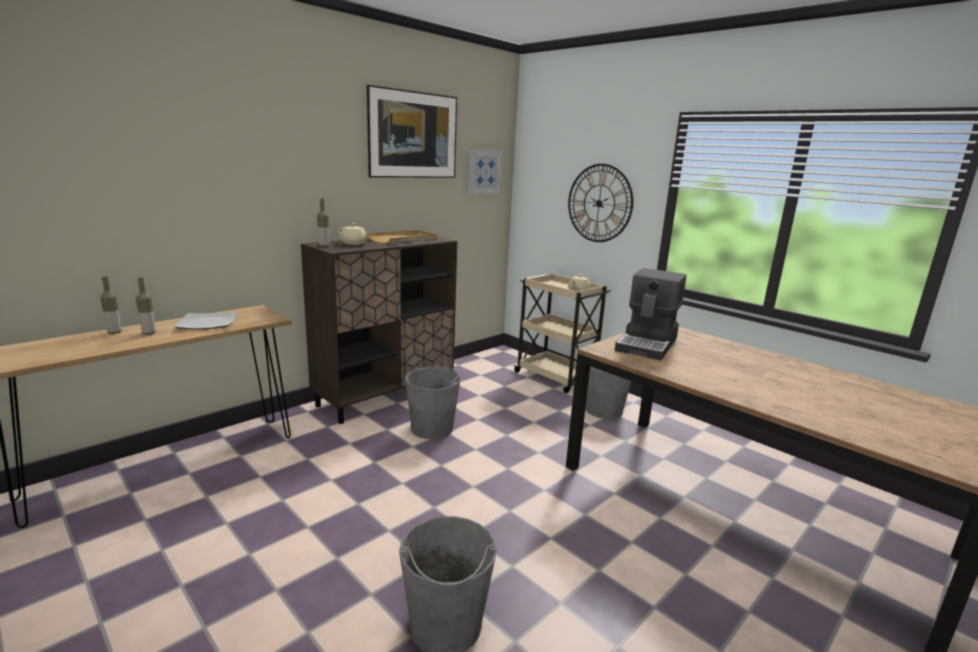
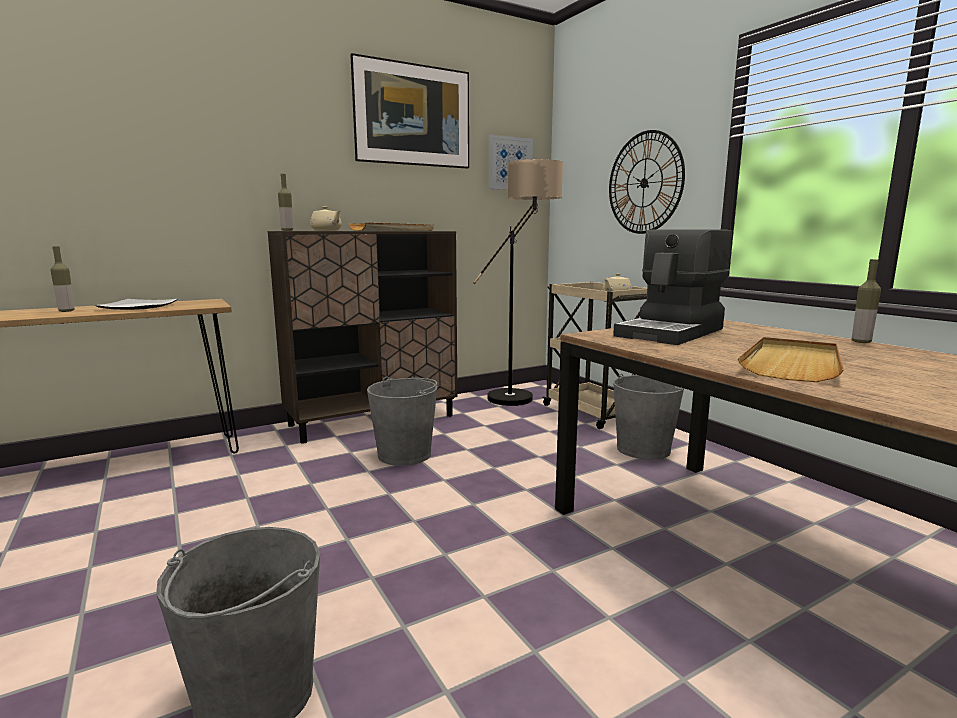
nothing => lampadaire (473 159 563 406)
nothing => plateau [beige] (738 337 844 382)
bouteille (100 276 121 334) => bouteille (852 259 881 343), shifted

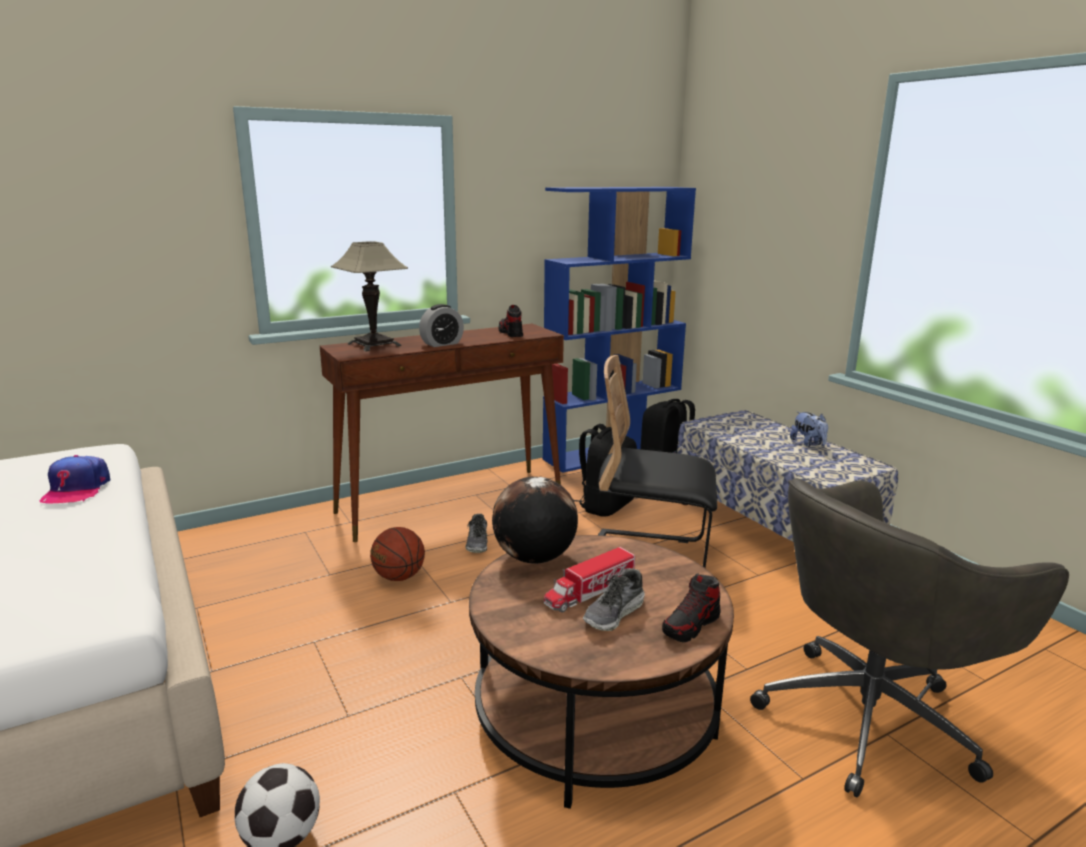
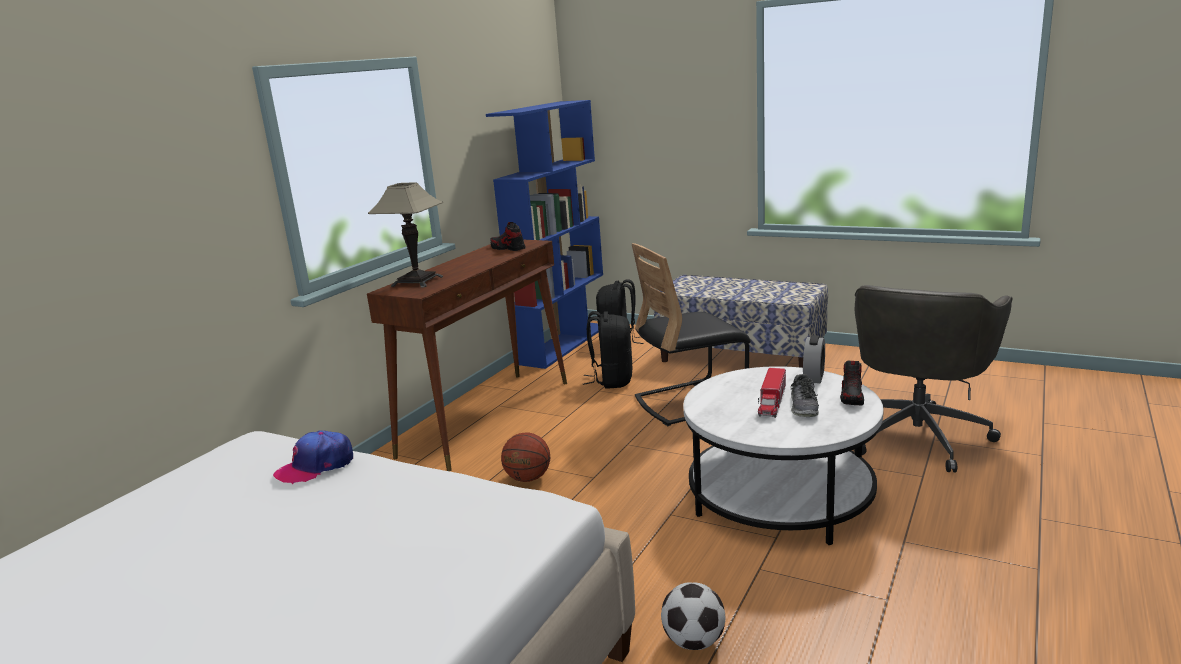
chaussure (465 514 488 553) => nothing
globe (492 477 578 564) => nothing
peluche (790 412 828 447) => nothing
réveil (419 304 464 347) => réveil (803 335 825 383), shifted
table basse [marron] (469 535 734 809) => table basse [blanc] (683 366 884 545)
casquette (40 455 111 504) => casquette (273 430 353 485), 90 degrees clockwise

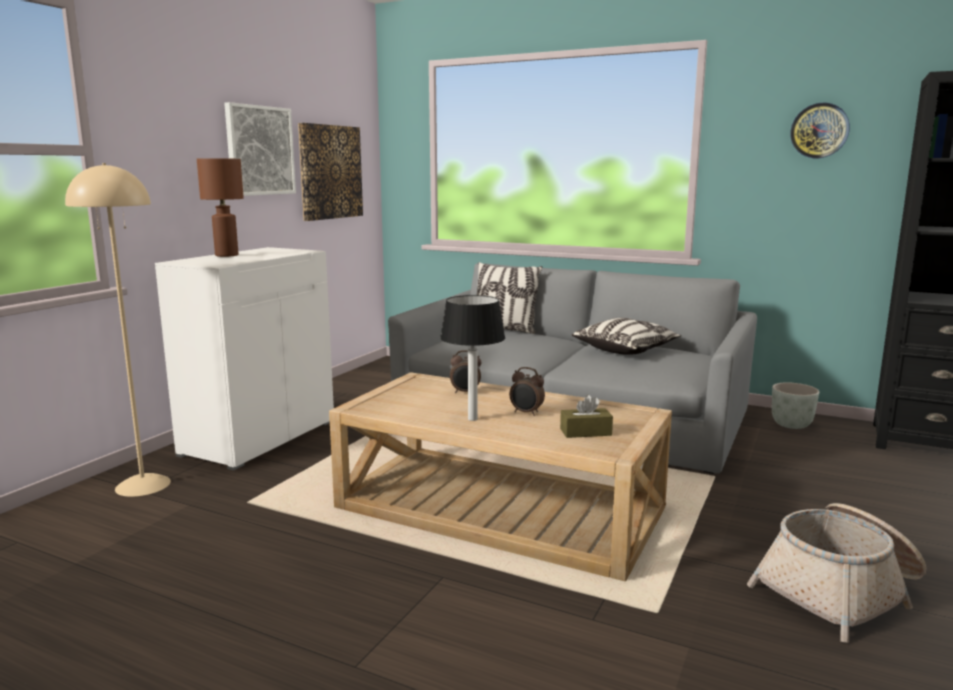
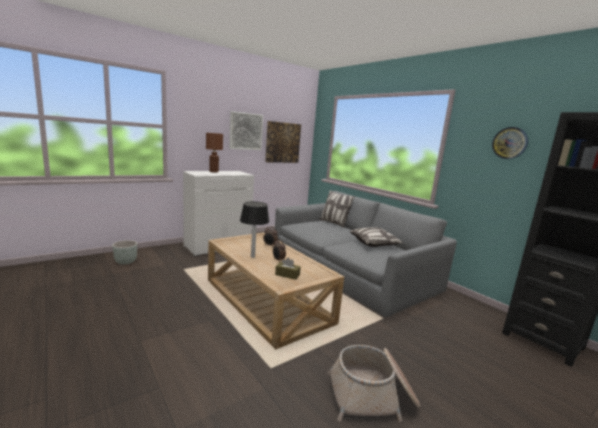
lampadaire [beige] (65 163 171 497) => nothing
cache-pot [gris] (772 382 819 429) => cache-pot [gris] (112 240 137 264), shifted

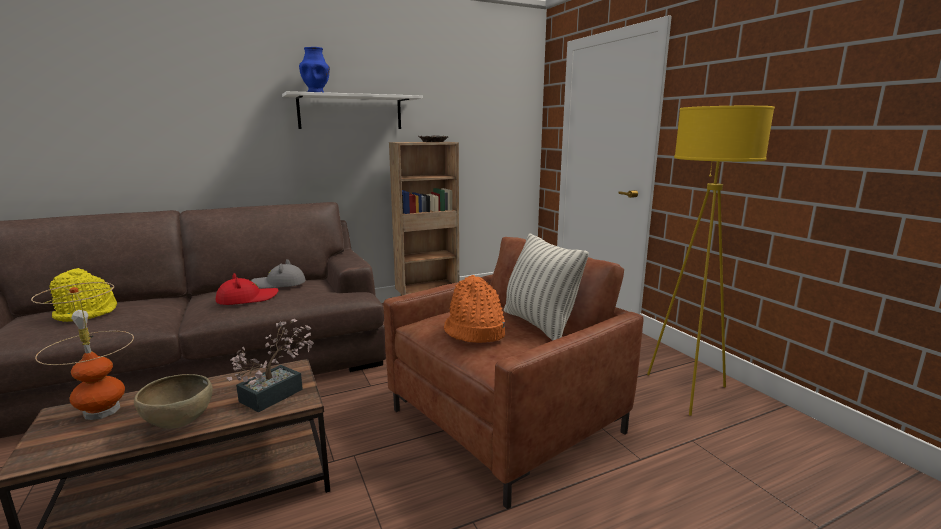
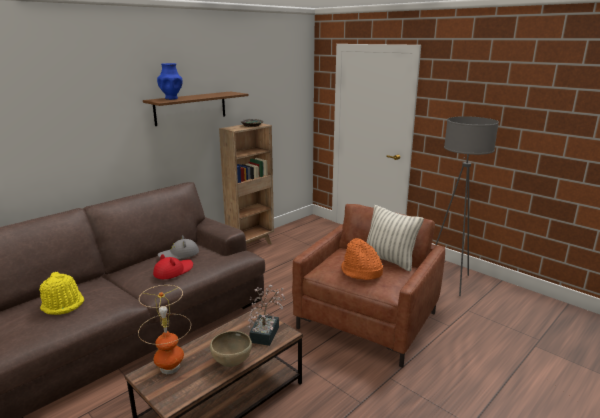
étagère [blanc] (282 91 423 129) => étagère [marron] (143 91 249 126)
lampadaire [jaune] (647 106 775 416) => lampadaire [gris] (435 116 499 296)

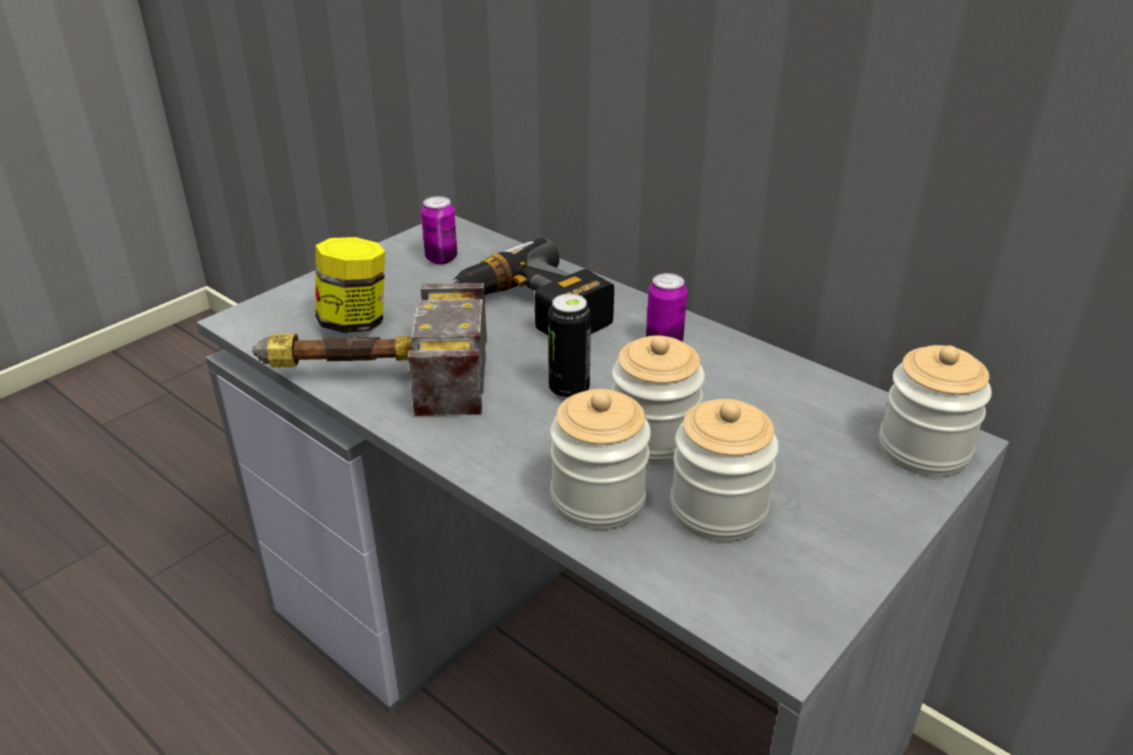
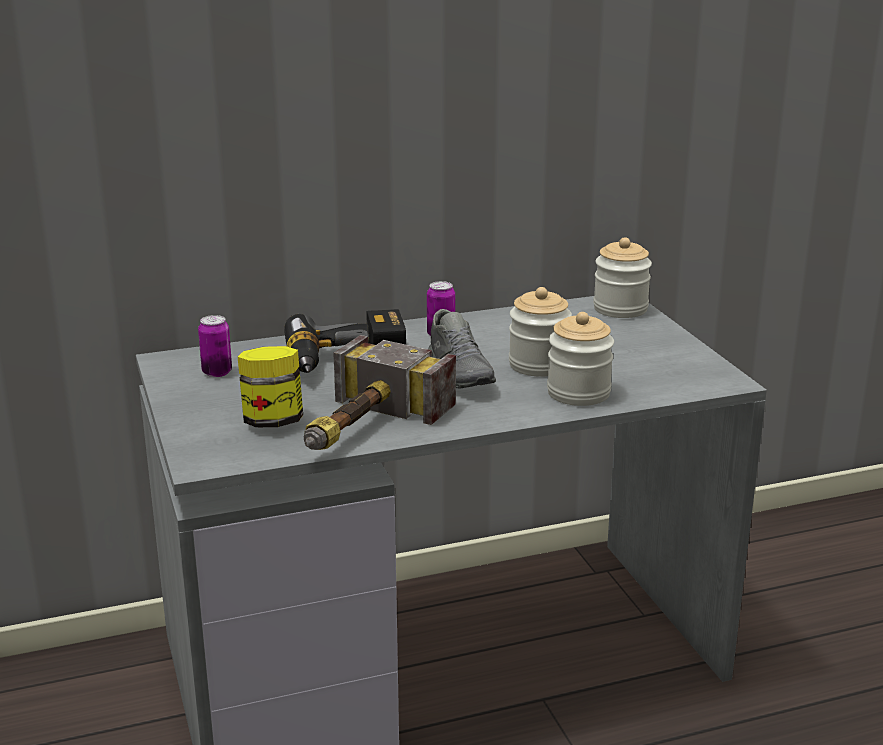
bocal (670 399 779 541) => nothing
boîte métallique (548 294 591 400) => chaussure [gris] (428 309 496 388)

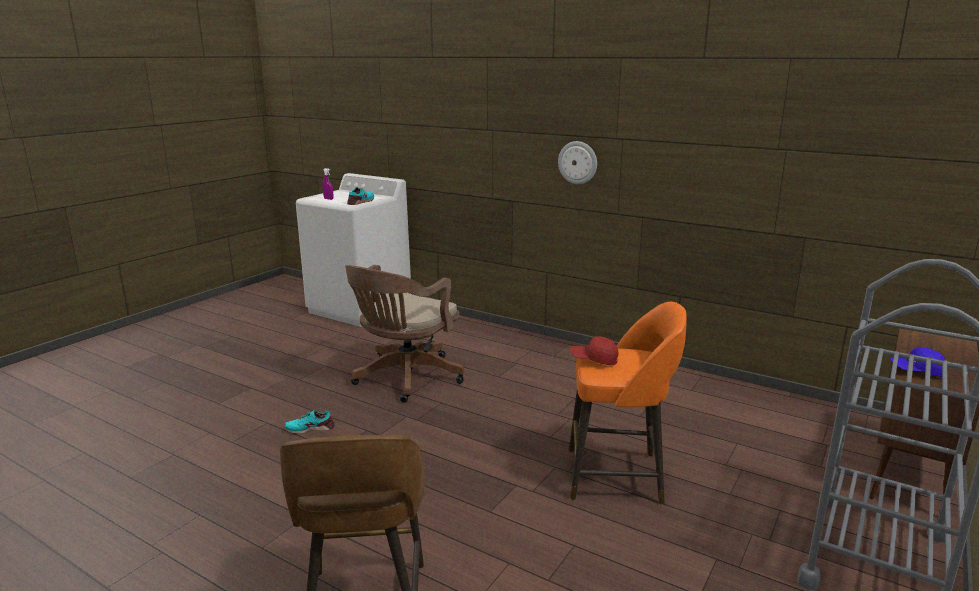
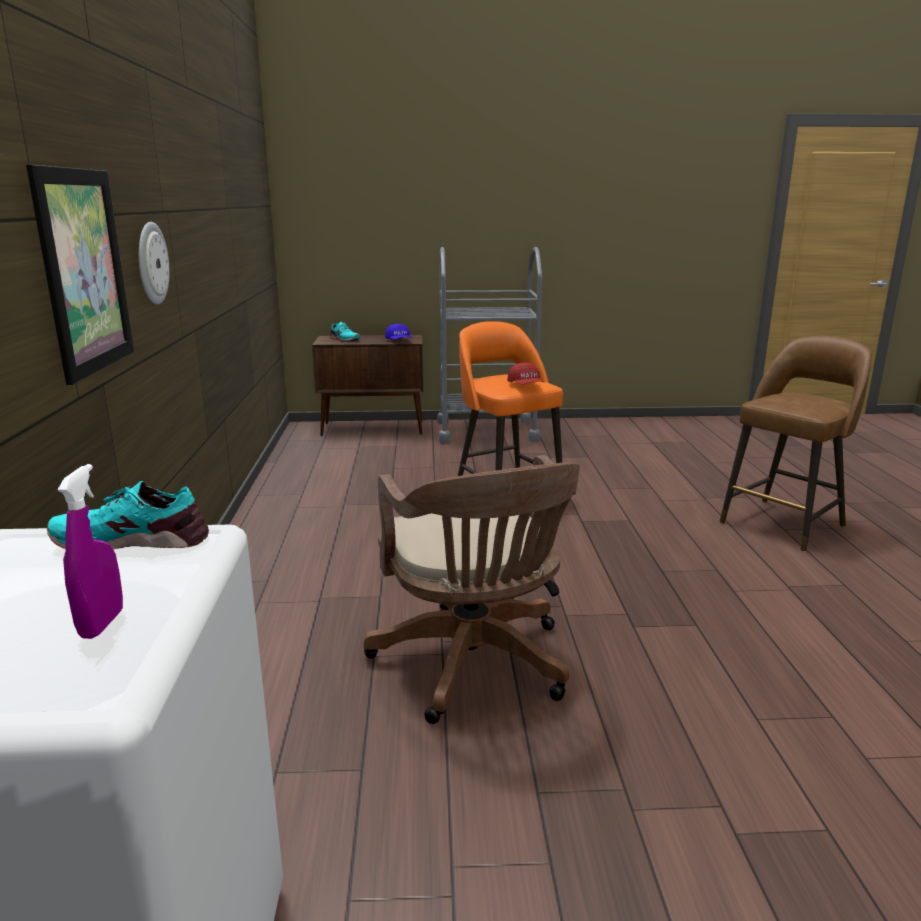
nothing => tableau (26 165 134 385)
chaussure [turquoise] (285 410 335 434) => chaussure [turquoise] (330 322 360 342), shifted
chaise de bureau [marron] (345 265 464 403) => chaise de bureau [marron] (364 455 580 724), 75 degrees clockwise

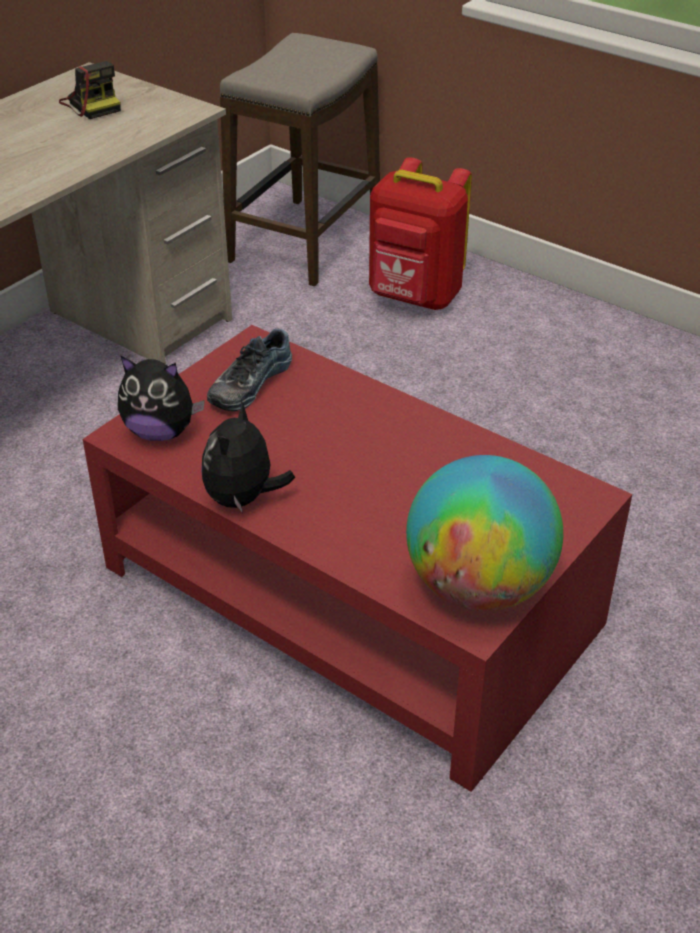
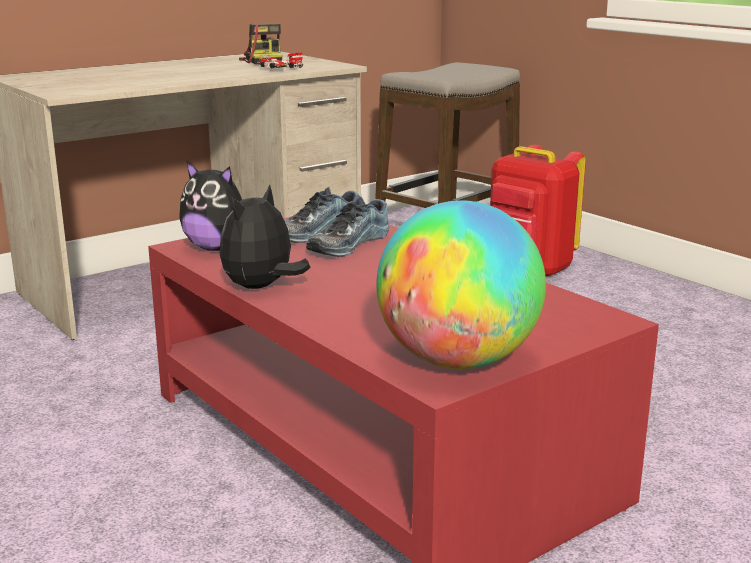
nothing => petite voiture (259 52 303 68)
nothing => chaussure (306 196 389 257)

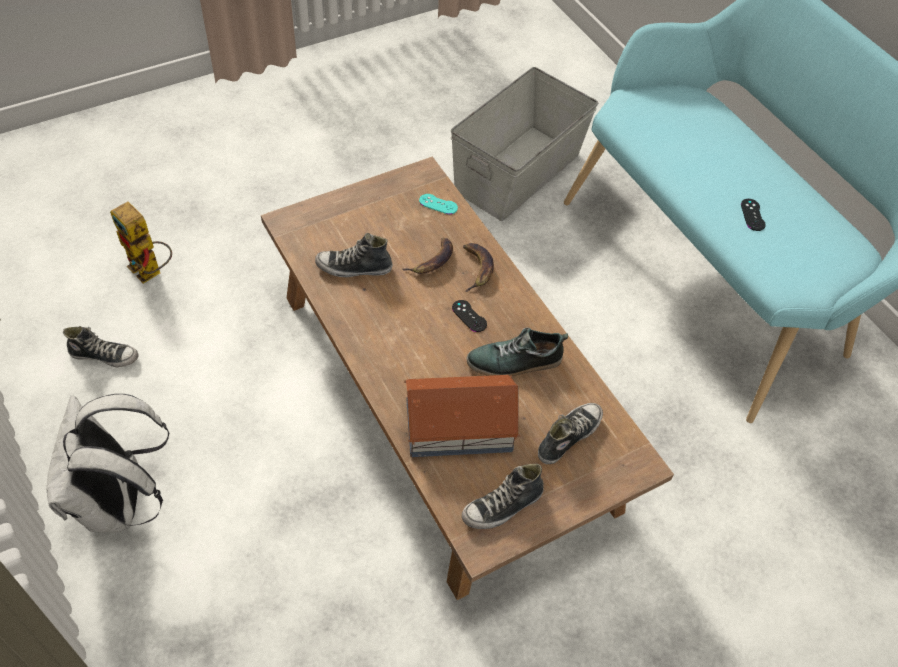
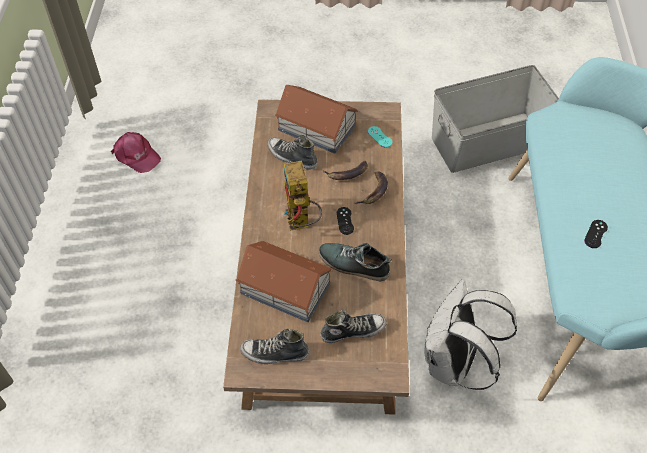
nothing => maison miniature (275 85 359 154)
sac à dos [blanc] (46 394 169 533) => sac à dos [blanc] (424 279 517 390), shifted
robot jouet (110 202 172 283) => robot jouet (284 160 322 231), shifted
chaussure (63 326 139 367) => casquette [rose] (111 132 161 173)

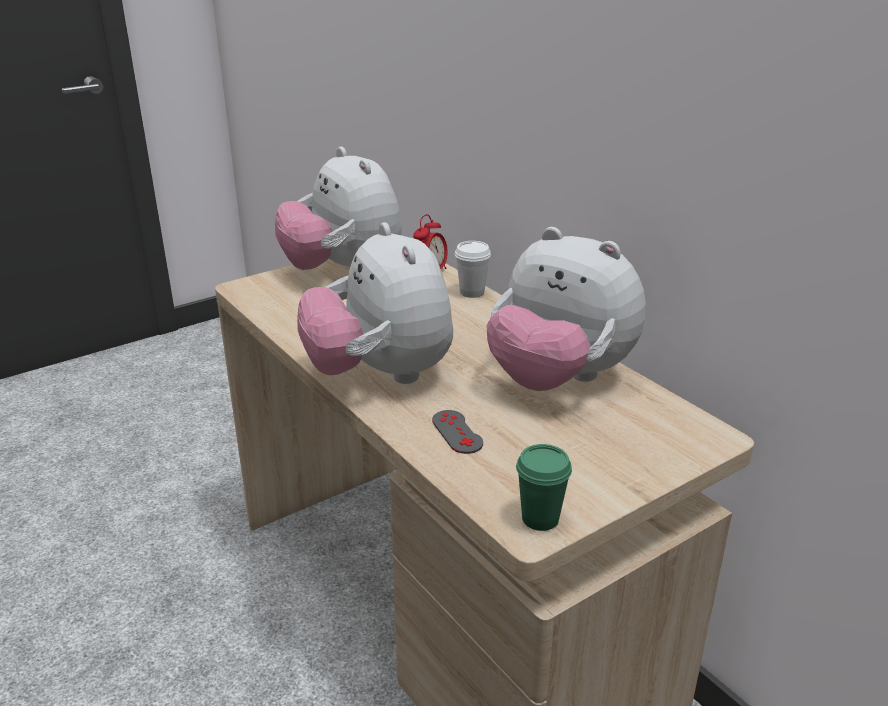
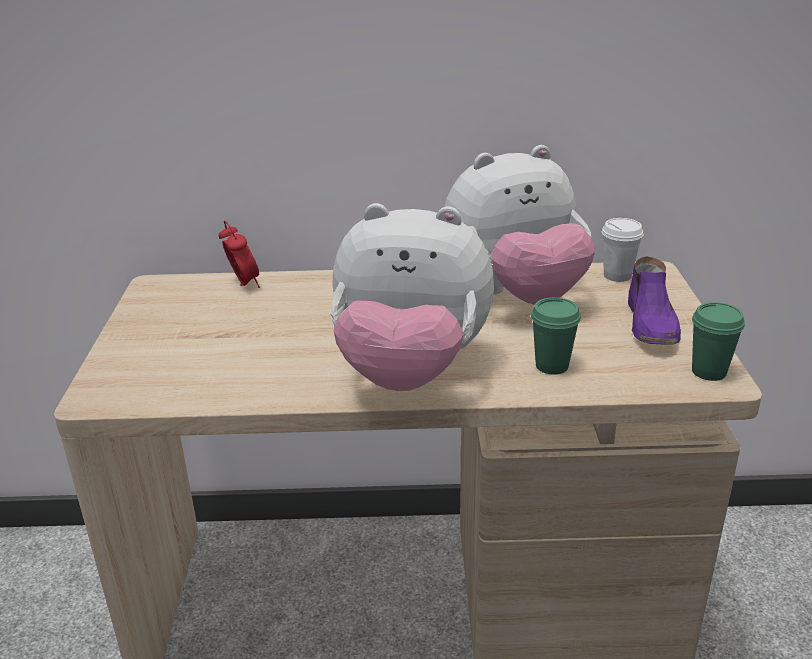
peluche (275 146 402 270) => nothing
nothing => chaussure [violet] (628 256 681 345)
tasse [blanc] (455 241 491 298) => tasse [blanc] (602 218 643 282), shifted
manette [gris] (432 410 483 454) => tasse [vert] (531 297 581 375)

